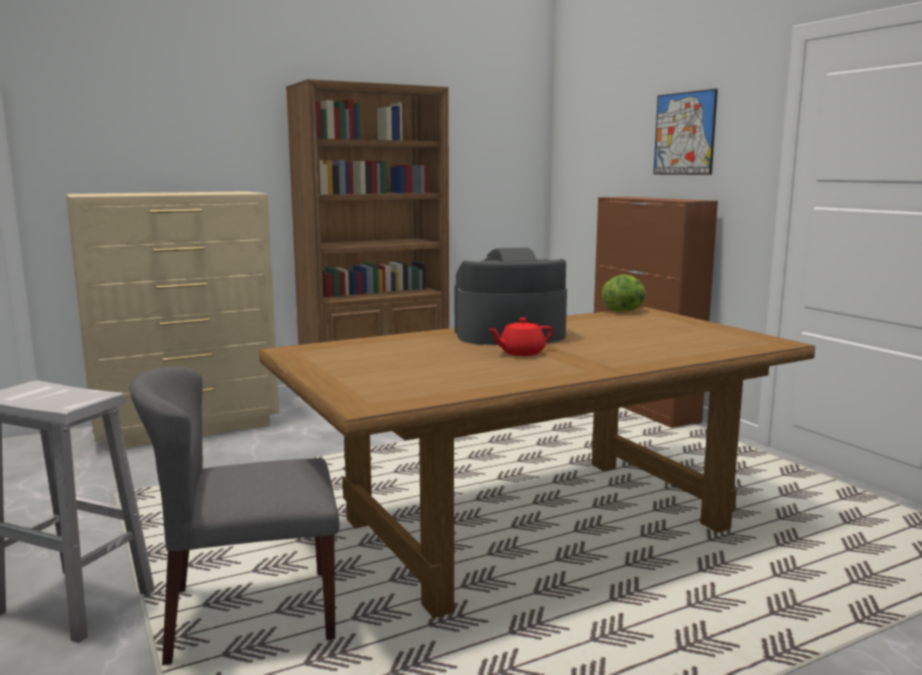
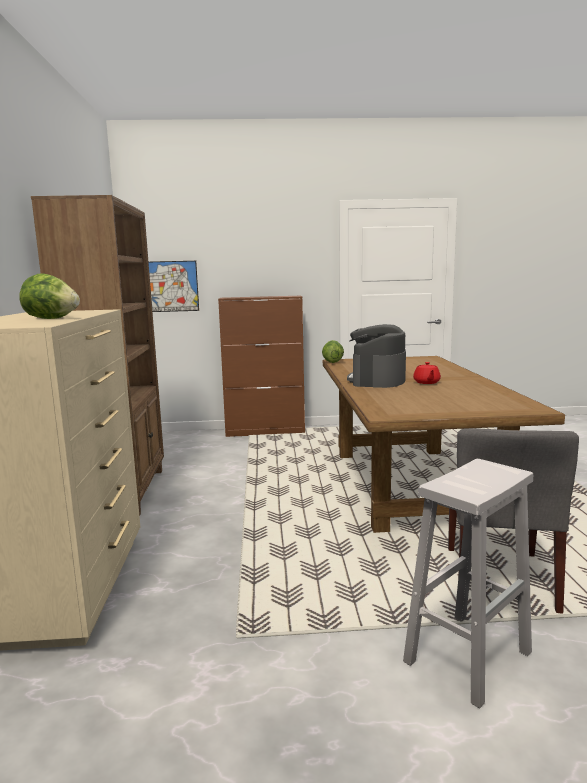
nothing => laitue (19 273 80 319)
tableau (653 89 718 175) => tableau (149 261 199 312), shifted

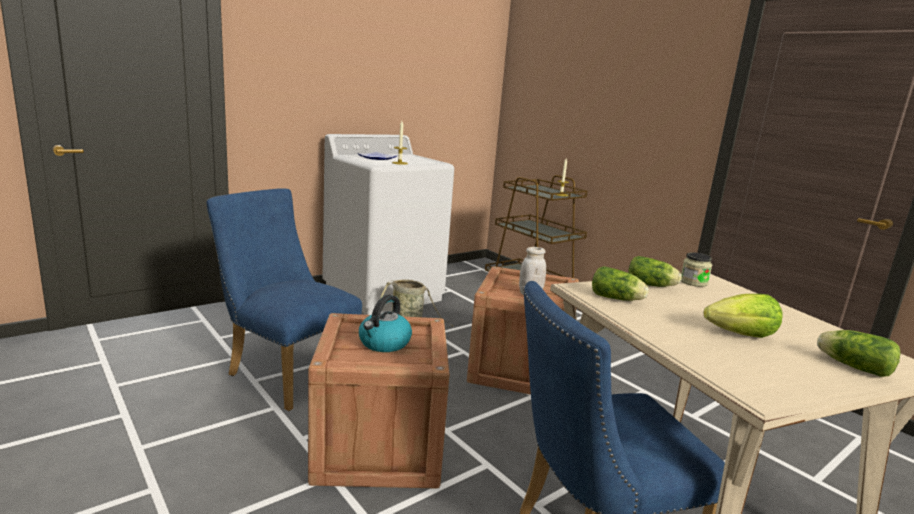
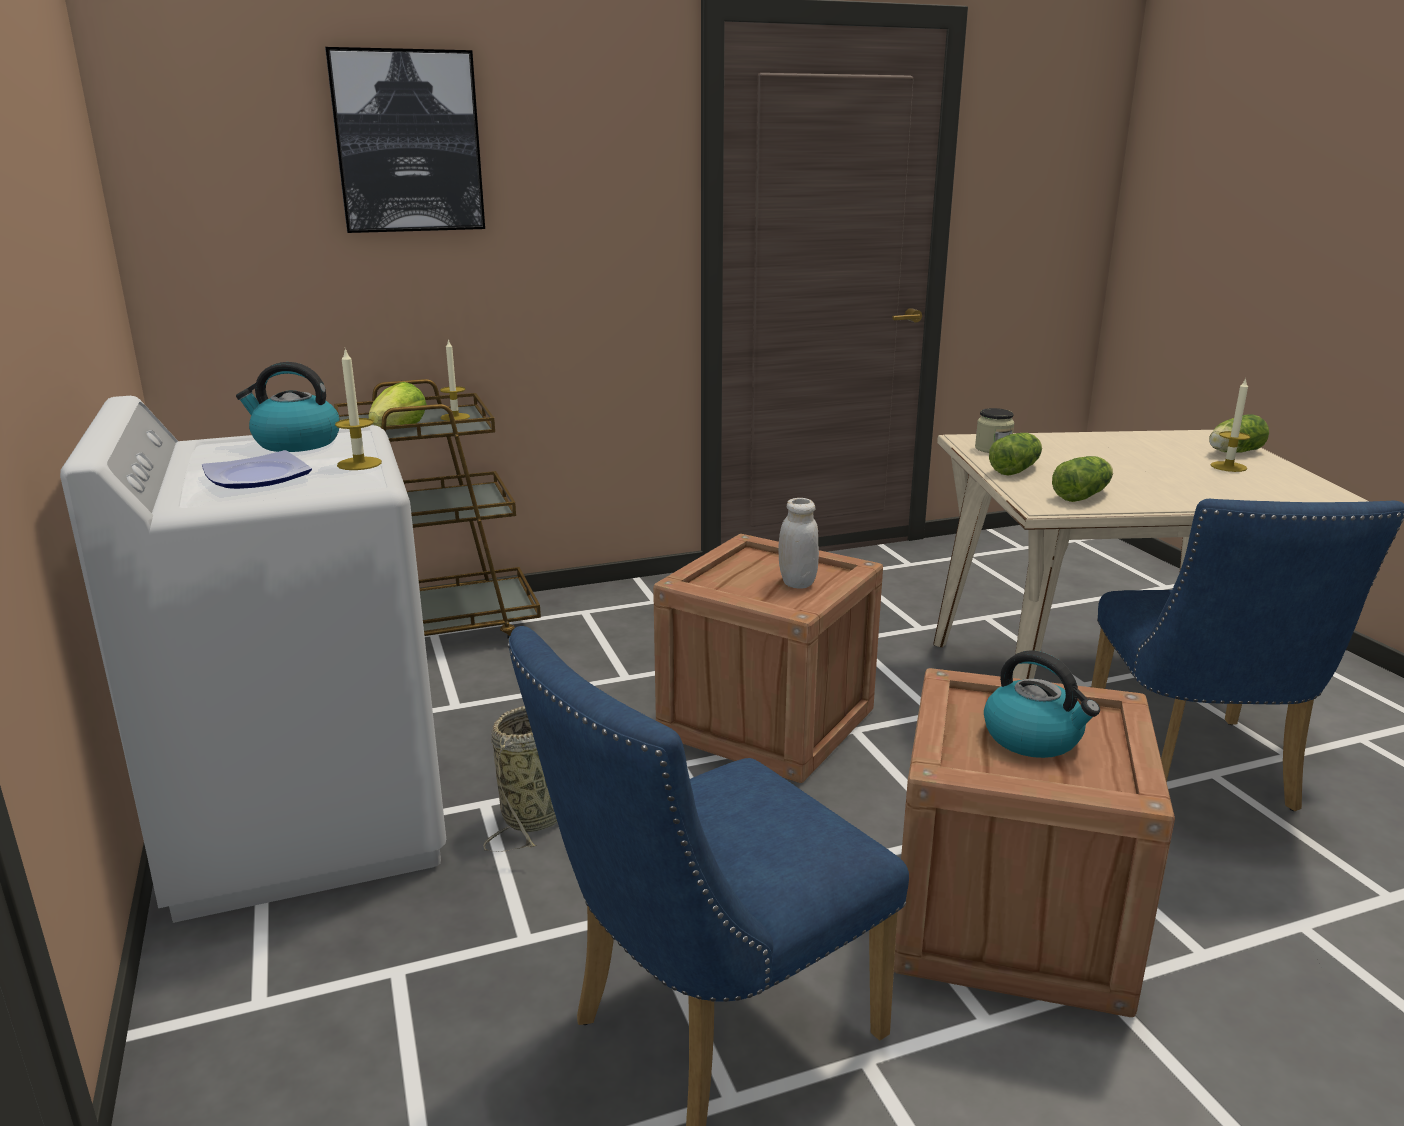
nothing => bouilloire (236 362 340 452)
nothing => tableau (325 47 485 233)
nothing => bougie (1211 378 1251 472)
laitue (703 294 782 338) => laitue (368 382 427 427), shifted

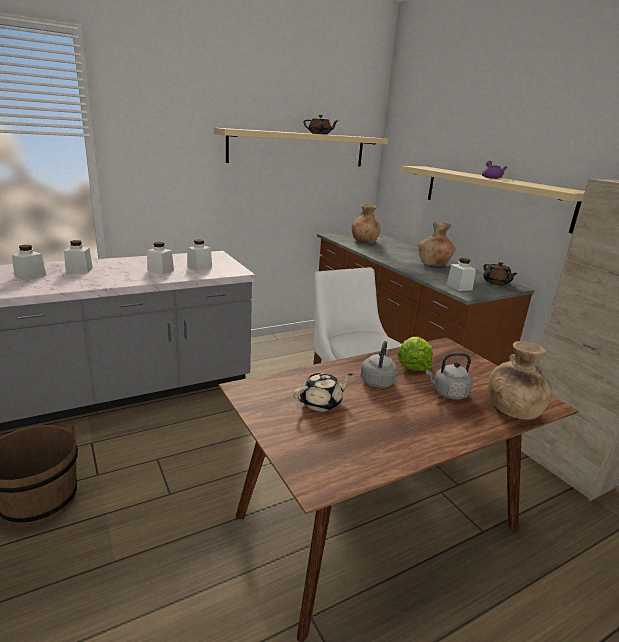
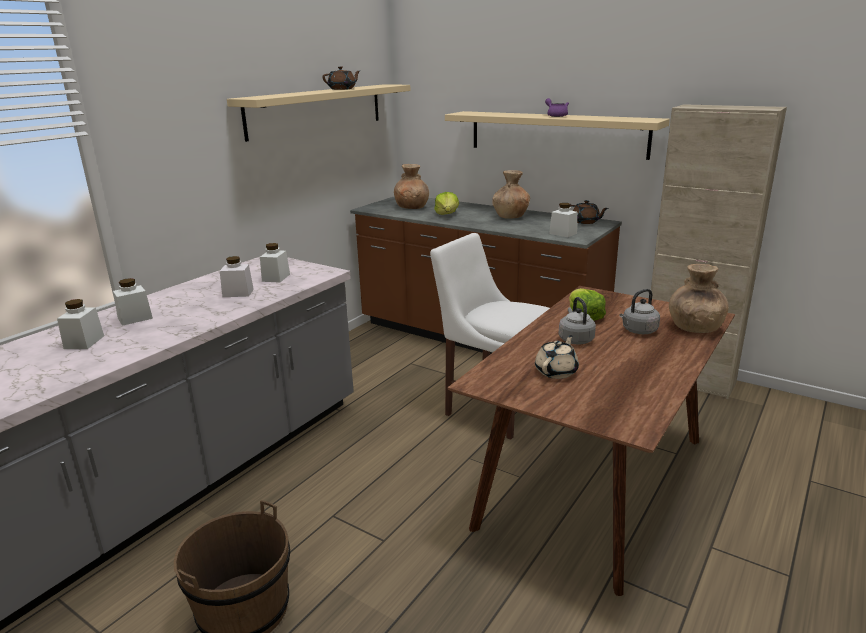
nothing => laitue (434 192 459 215)

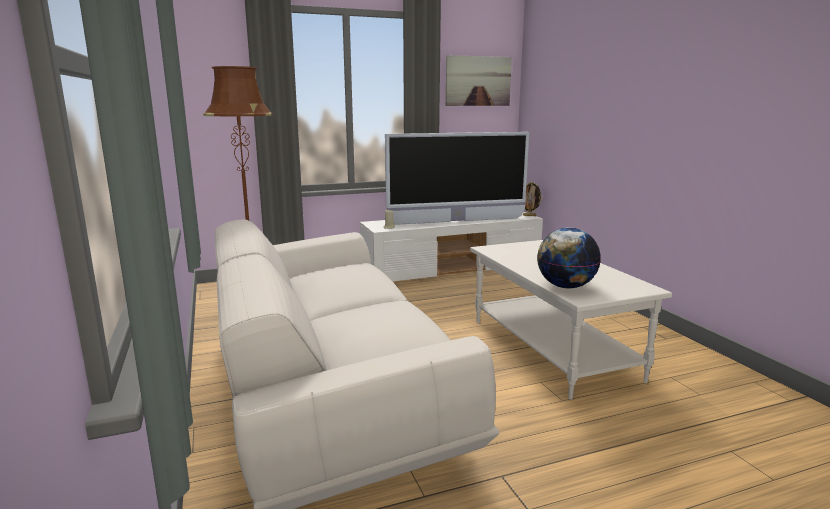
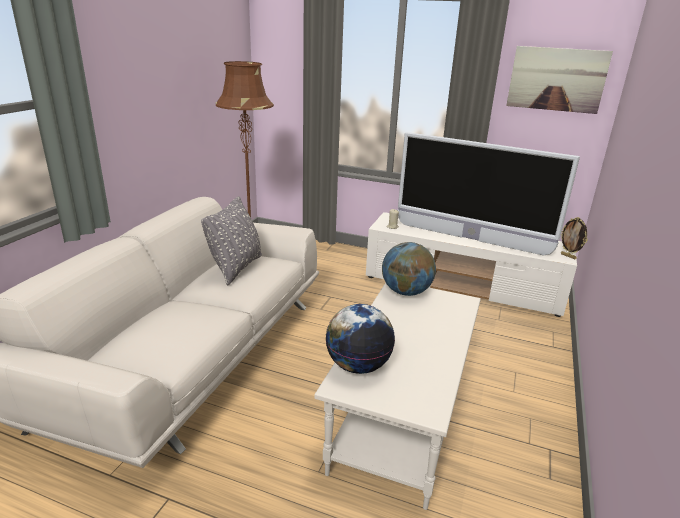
nothing => coussin [gris] (201 196 262 285)
nothing => globe (382 242 436 296)

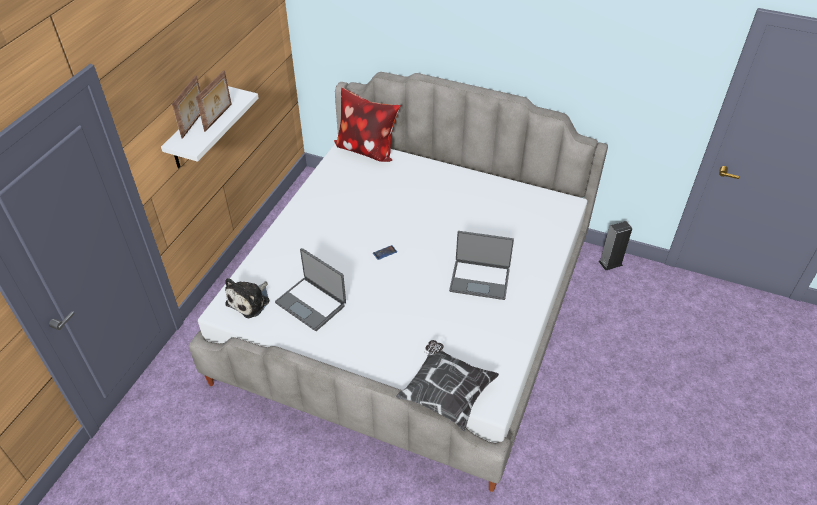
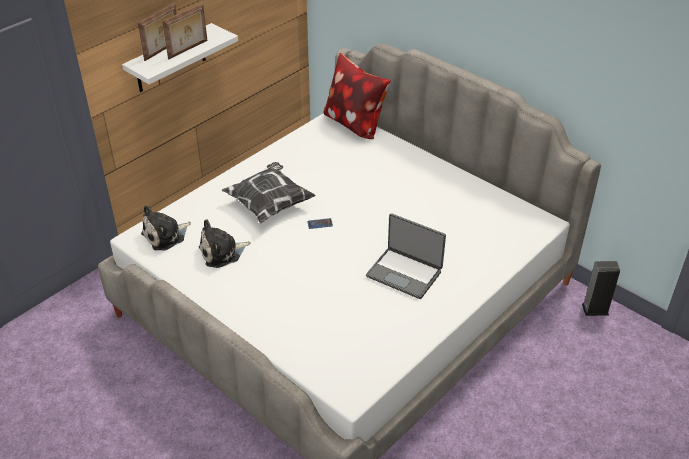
coussin (396 340 499 431) => coussin (222 162 316 223), shifted
ordinateur portable (275 248 346 331) => peluche (199 219 250 268)

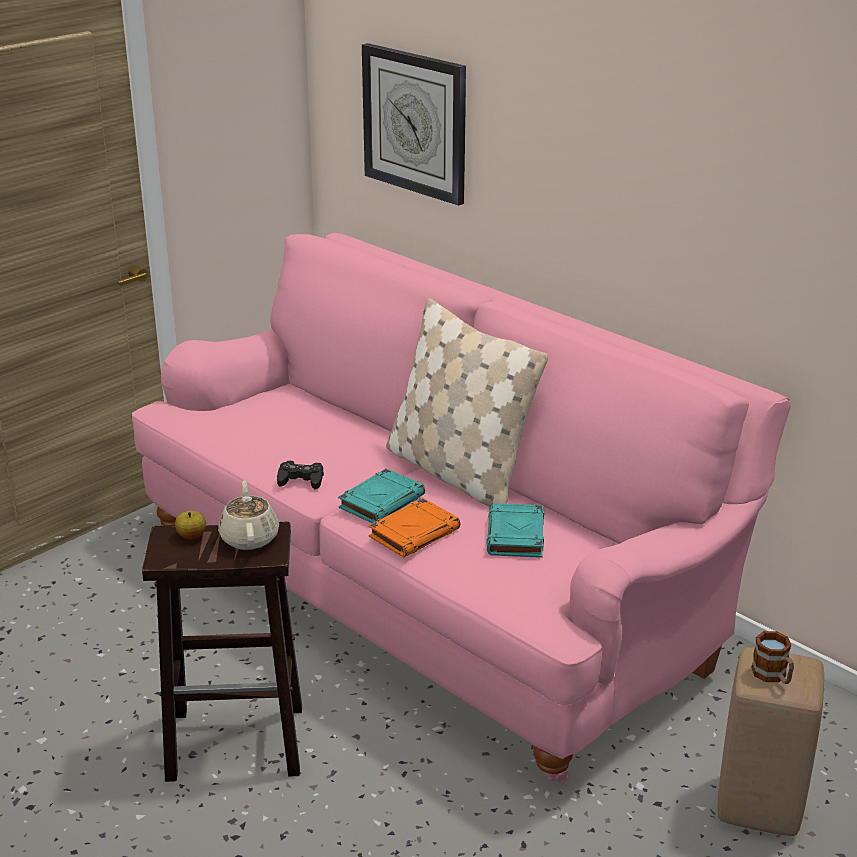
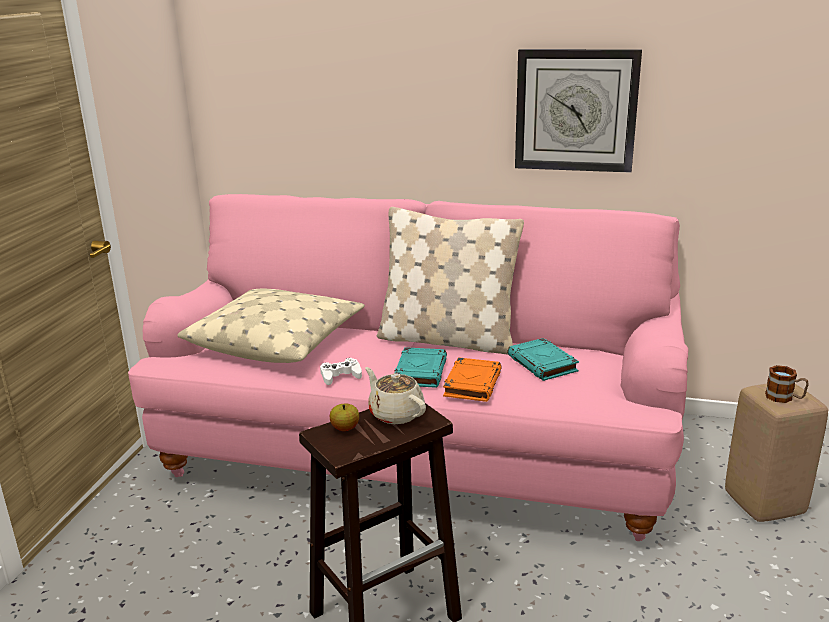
nothing => coussin [beige] (177 289 365 363)
horloge murale (362 43 466 206) => horloge murale (515 49 642 173), shifted
manette [noir] (277 461 324 490) => manette [blanc] (320 358 362 385)

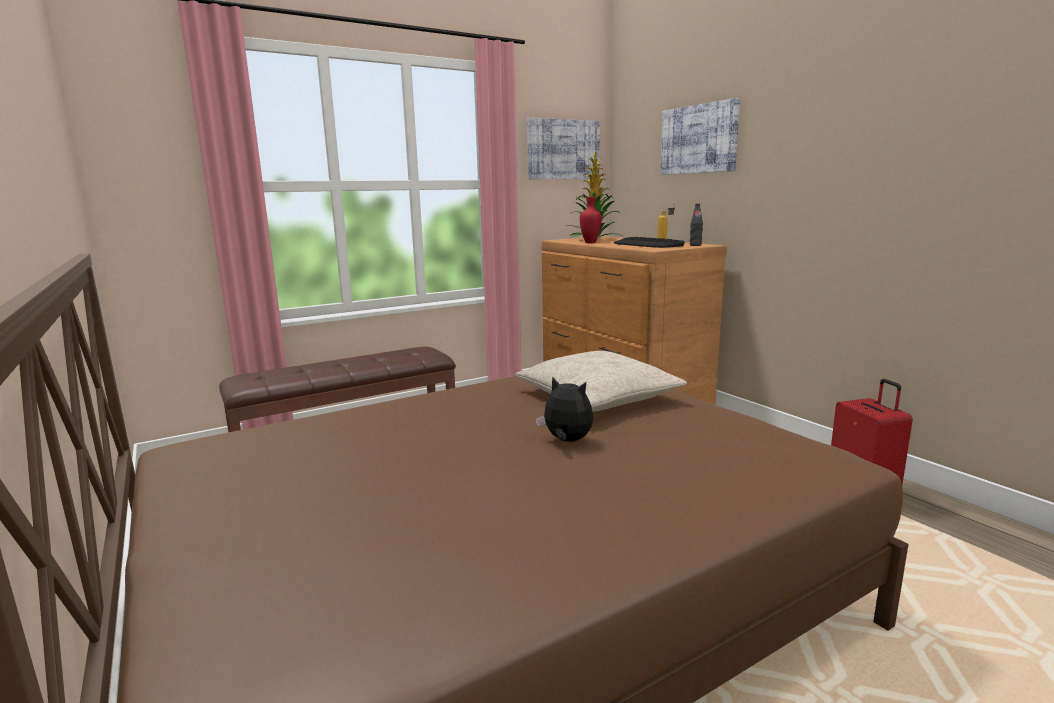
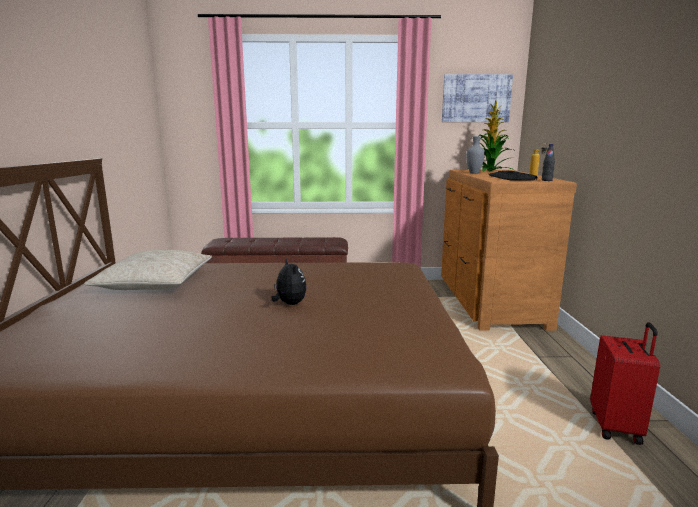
tableau (660 98 740 175) => nothing
coussin [beige] (515 351 687 411) => coussin [beige] (84 250 212 290), shifted
vase [rouge] (580 197 602 243) => vase [gris] (466 136 485 174)

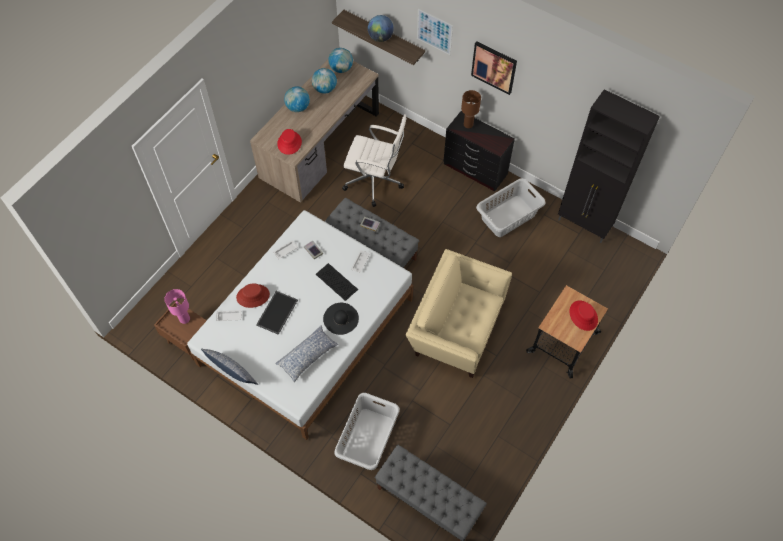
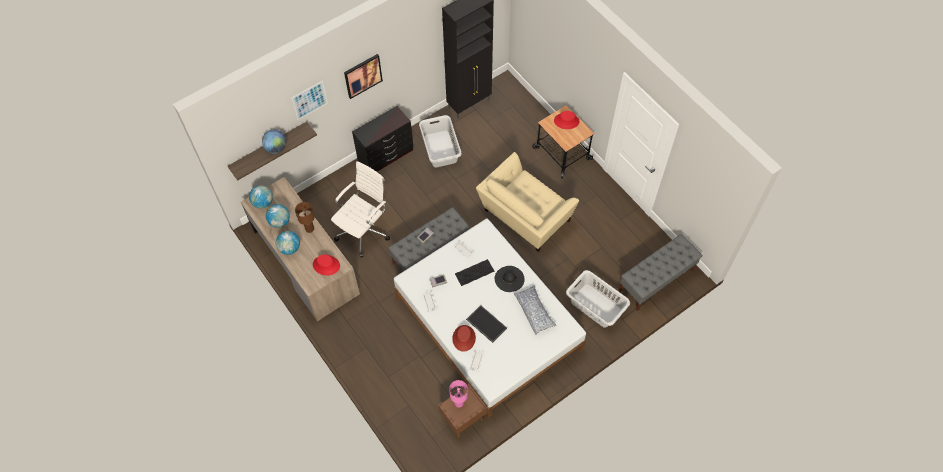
coussin (201 349 258 385) => nothing
lampe de table [marron] (461 90 481 128) => lampe de table [marron] (295 202 315 233), shifted

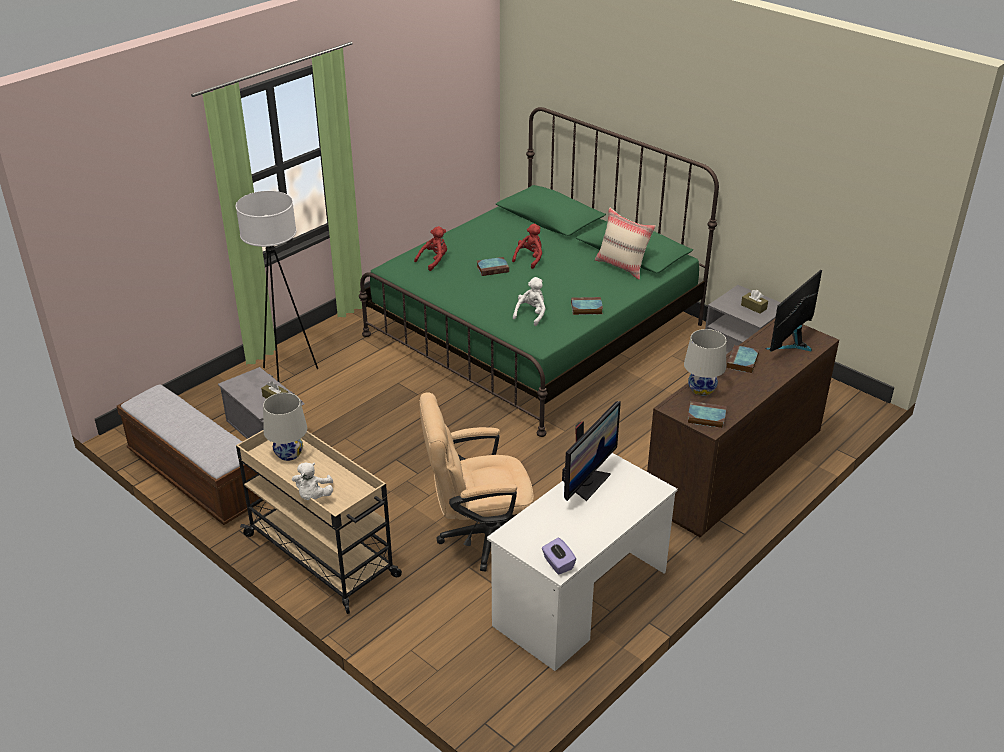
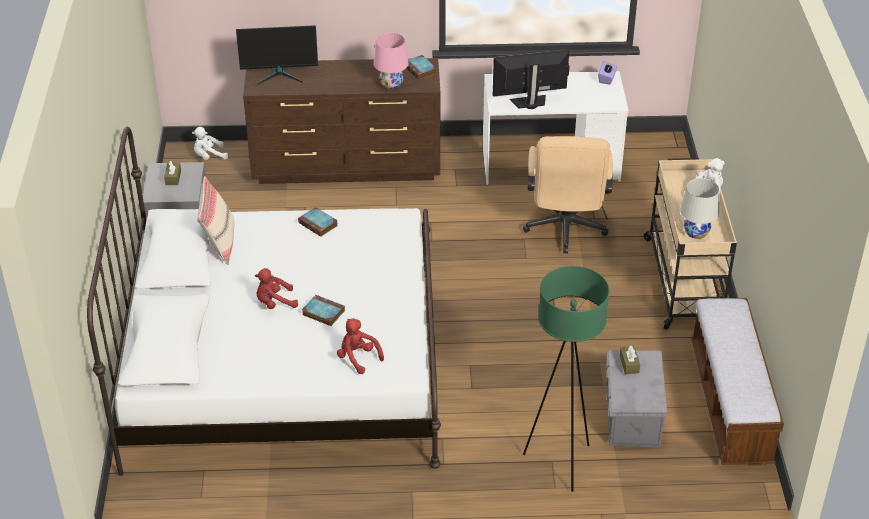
livre (727 345 759 374) => nothing
peluche [blanc] (513 277 546 326) => peluche [blanc] (192 127 228 160), shifted
lampadaire [blanc] (236 191 318 382) => lampadaire [vert] (523 266 610 492)
lit [vert] (359 107 719 437) => lit [blanc] (87 127 441 476)
lampe de table [blanc] (684 329 726 396) => lampe de table [rose] (374 33 409 89)
peluche [rouge] (414 226 447 271) => peluche [rouge] (337 318 384 374), 45 degrees clockwise
chaise de bureau [beige] (419 392 534 571) => chaise de bureau [beige] (523 136 613 253), 60 degrees clockwise

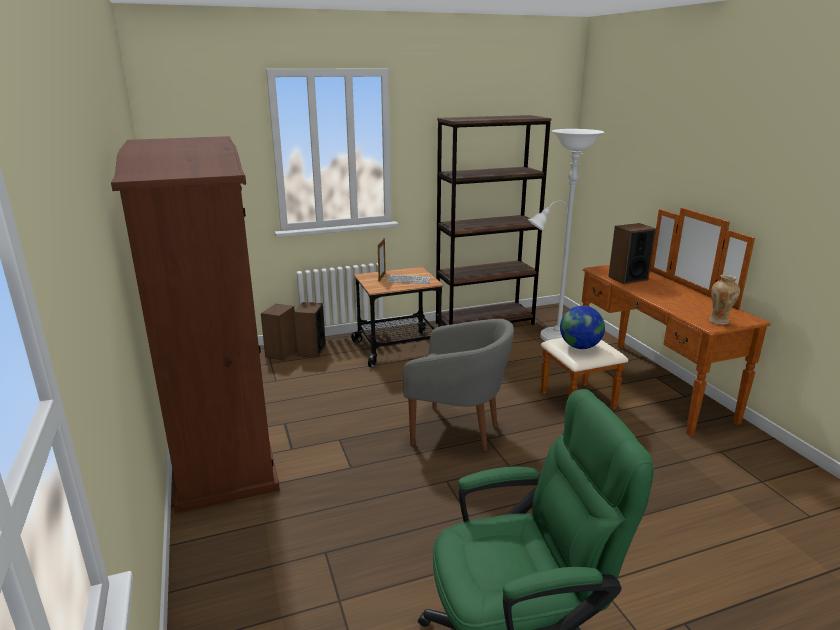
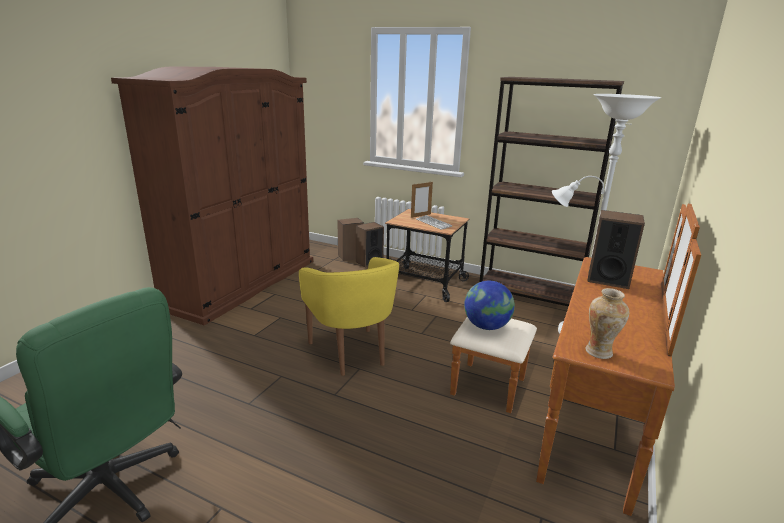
fauteuil [gris] (403 319 514 451) => fauteuil [jaune] (299 257 399 376)

